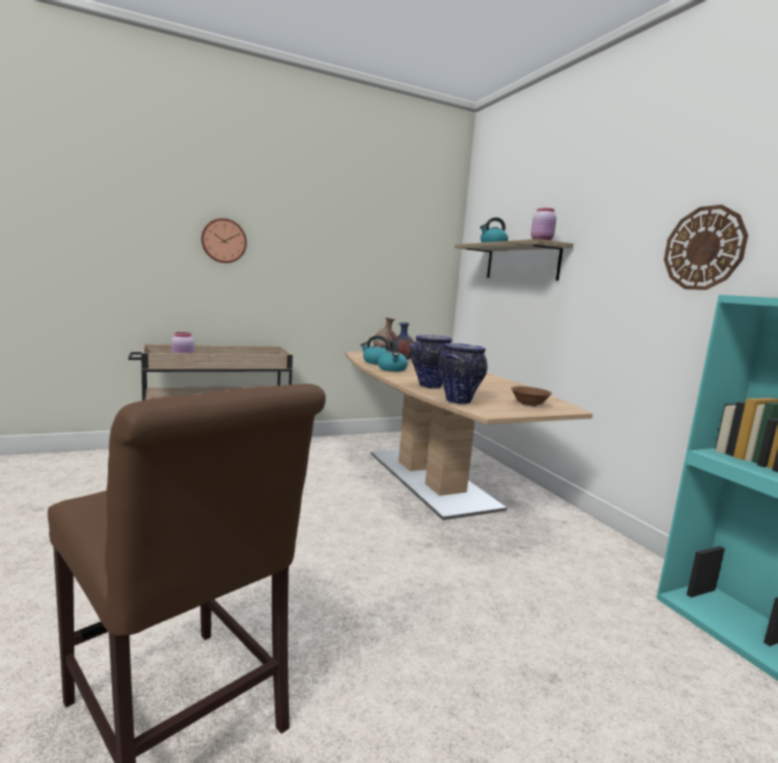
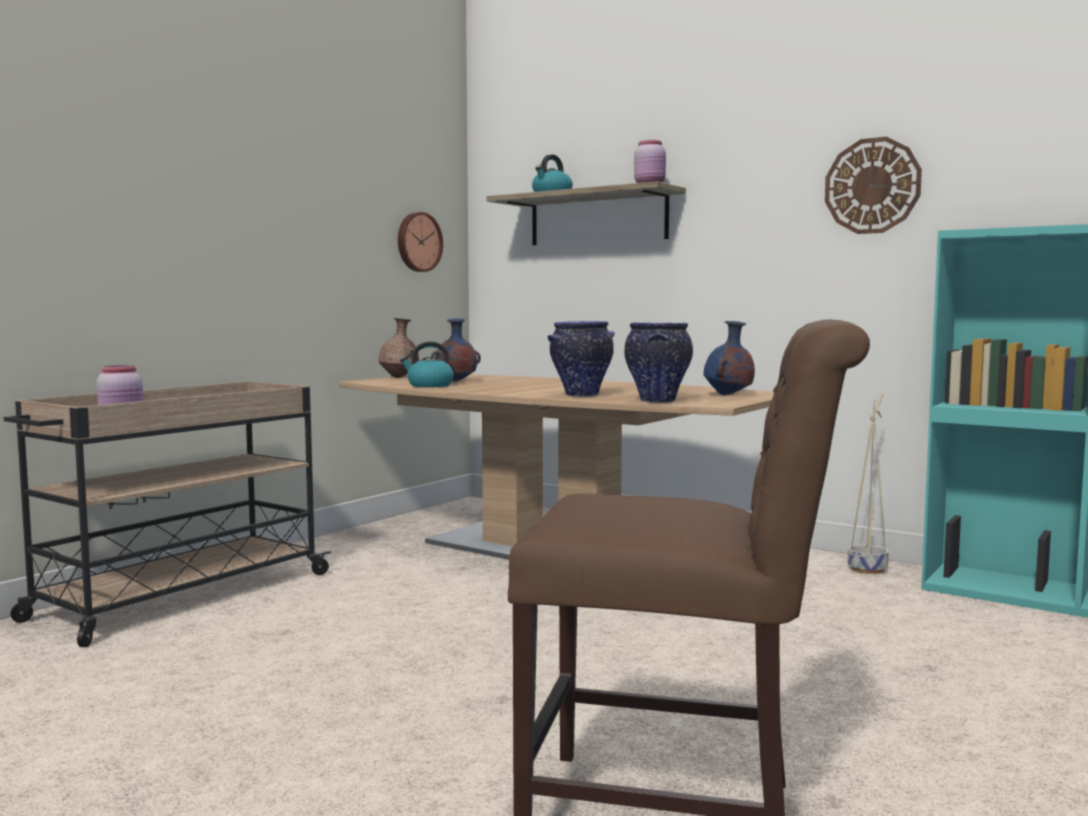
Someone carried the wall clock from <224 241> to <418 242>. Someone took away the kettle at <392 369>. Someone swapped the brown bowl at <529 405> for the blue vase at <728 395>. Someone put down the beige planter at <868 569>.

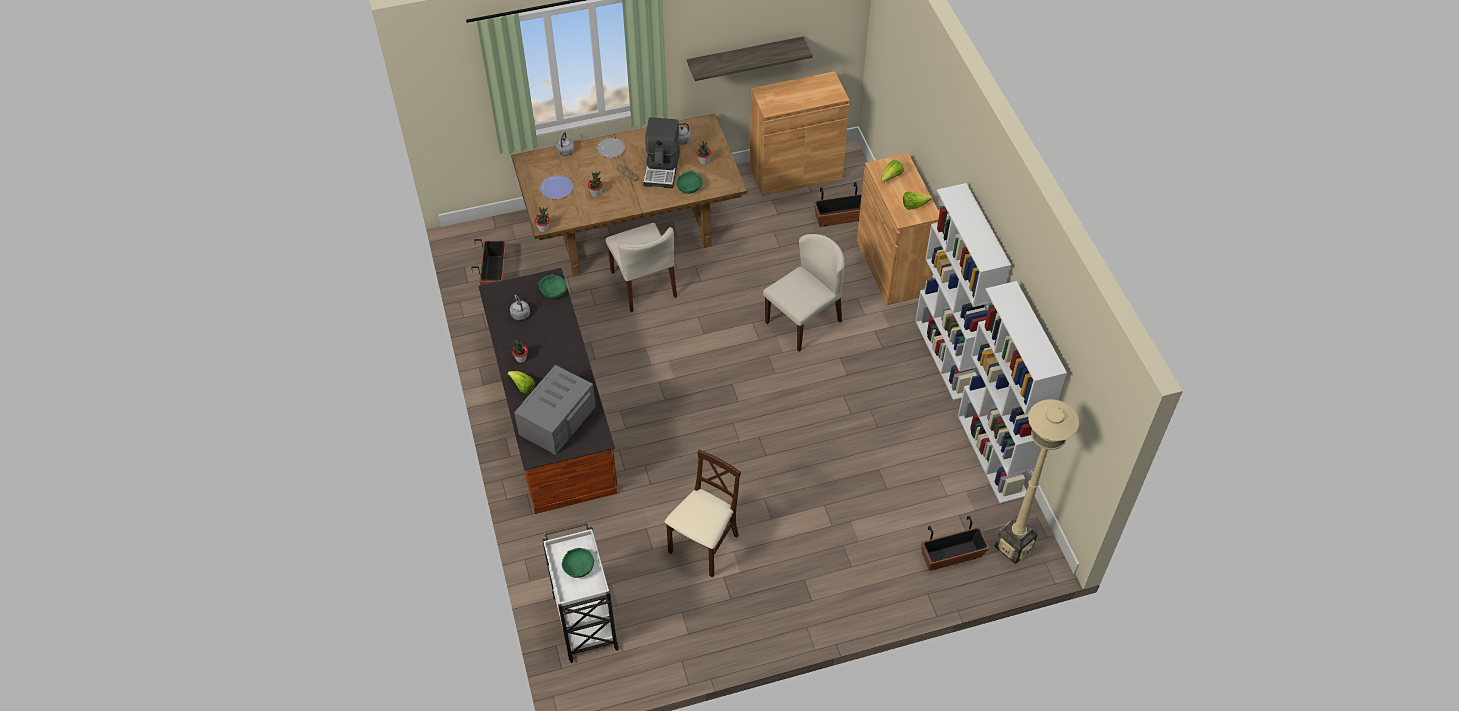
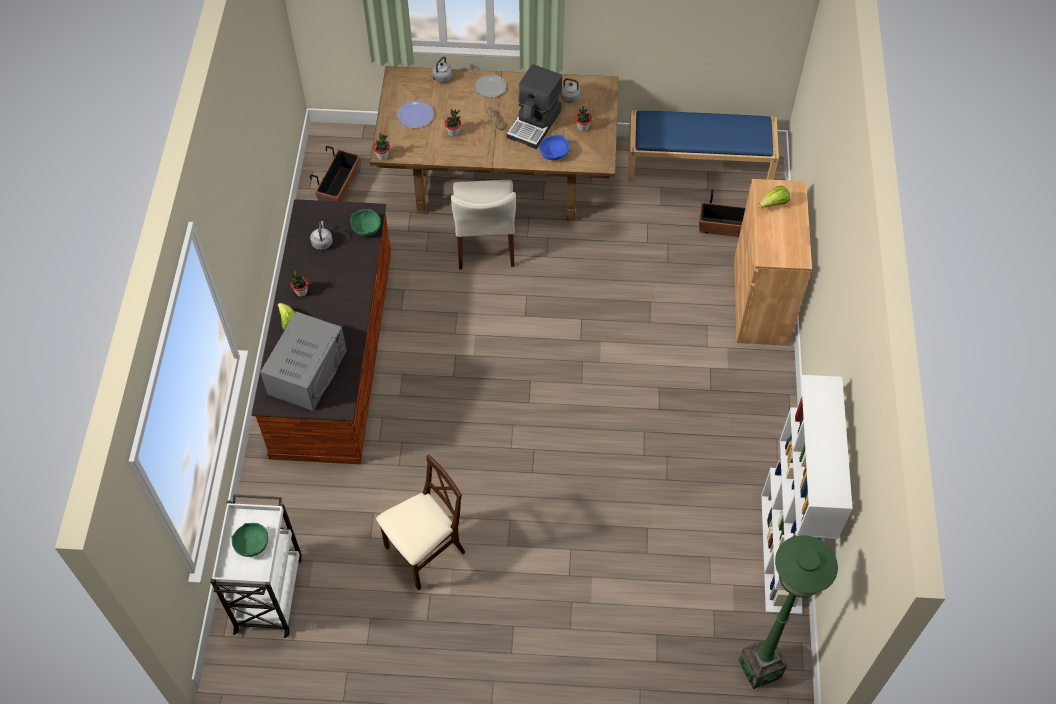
Someone took away the shelf at <745 58>. Someone swapped the brown cabinet at <795 173> for the blue bench at <699 164>. Someone repainted the green bowl at <689 188>, which became the blue bowl at <553 153>. Someone took away the white bookcase at <948 357>. Someone took away the lettuce at <914 205>. Someone took away the beige chair at <803 321>. Someone rotated the grey microwave at <557 420> by 150 degrees clockwise. Someone repainted the beige floor lamp at <1013 547>, which became the green floor lamp at <760 668>. Someone took away the planter at <951 556>.

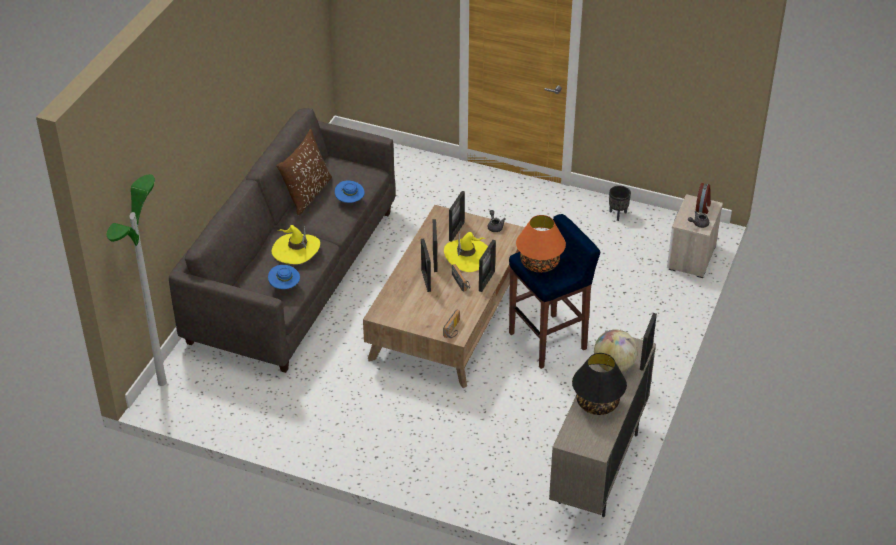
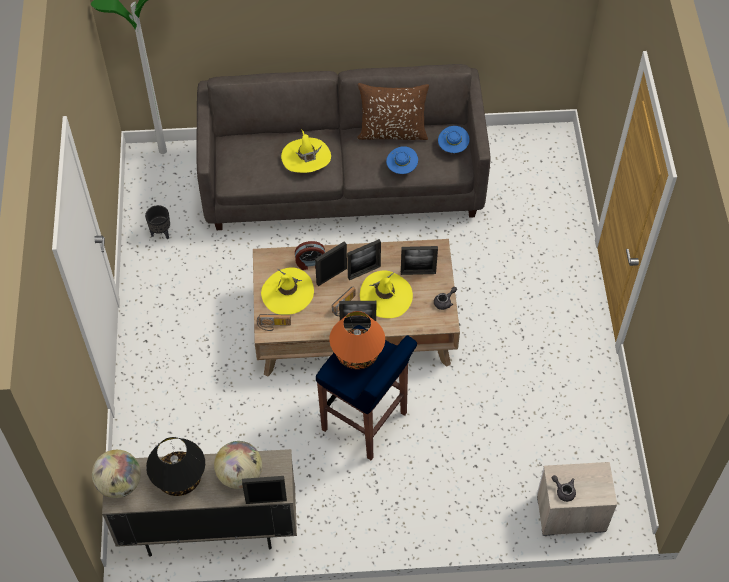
Someone carried the alarm clock from <703 207> to <310 263>. Someone carried the black planter from <617 215> to <160 233>. Someone carried the blue hat from <284 286> to <452 147>. Someone put down the yellow hat at <287 293>. Someone put down the globe at <120 484>.

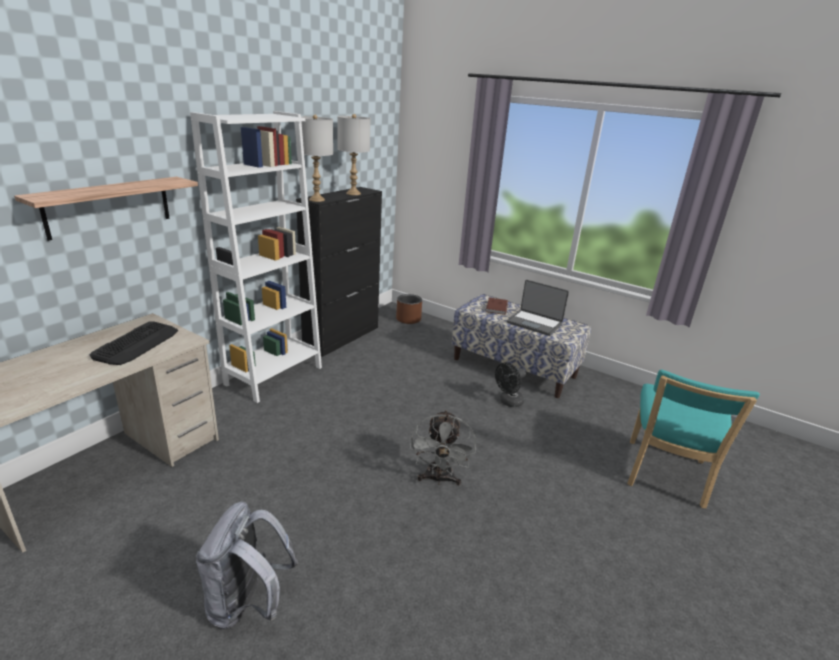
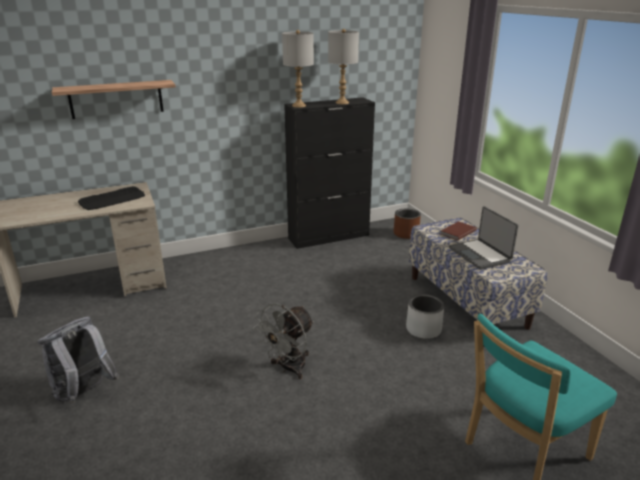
Someone took away the white bookcase at <274 376>. Someone swapped the black fan at <508 402> for the grey planter at <423 329>.

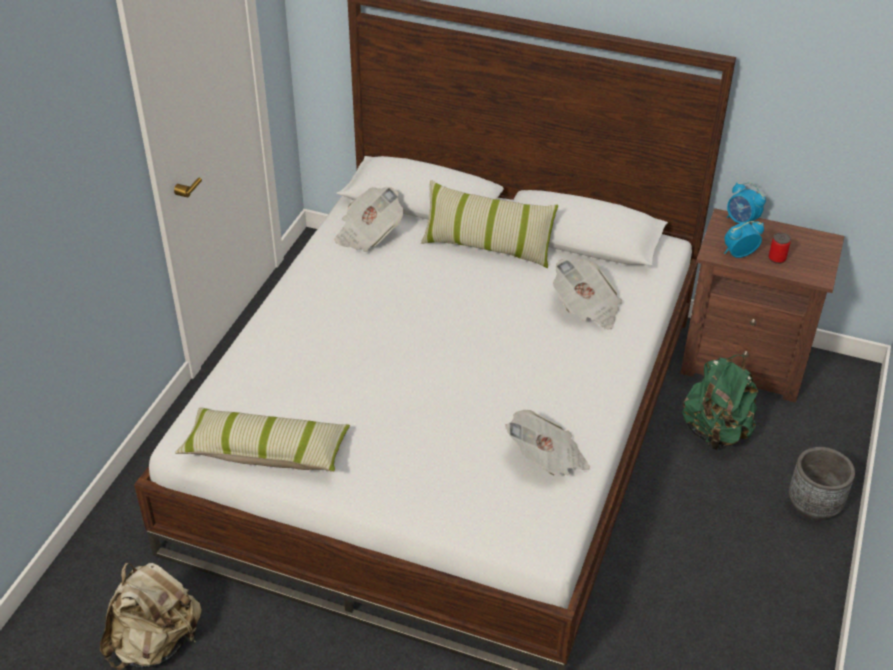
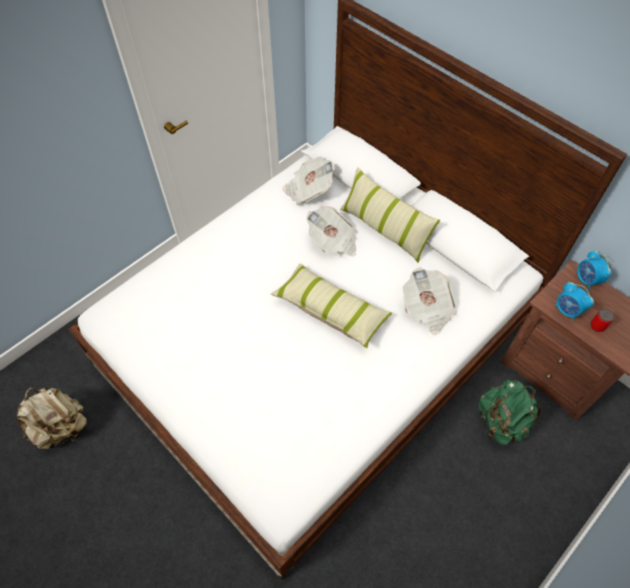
Someone rotated the alarm clock at <739 254> by 135 degrees counterclockwise. Someone carried the pillow from <266 451> to <331 310>. Someone carried the newspaper from <547 459> to <333 241>. Someone took away the grey planter at <813 506>.

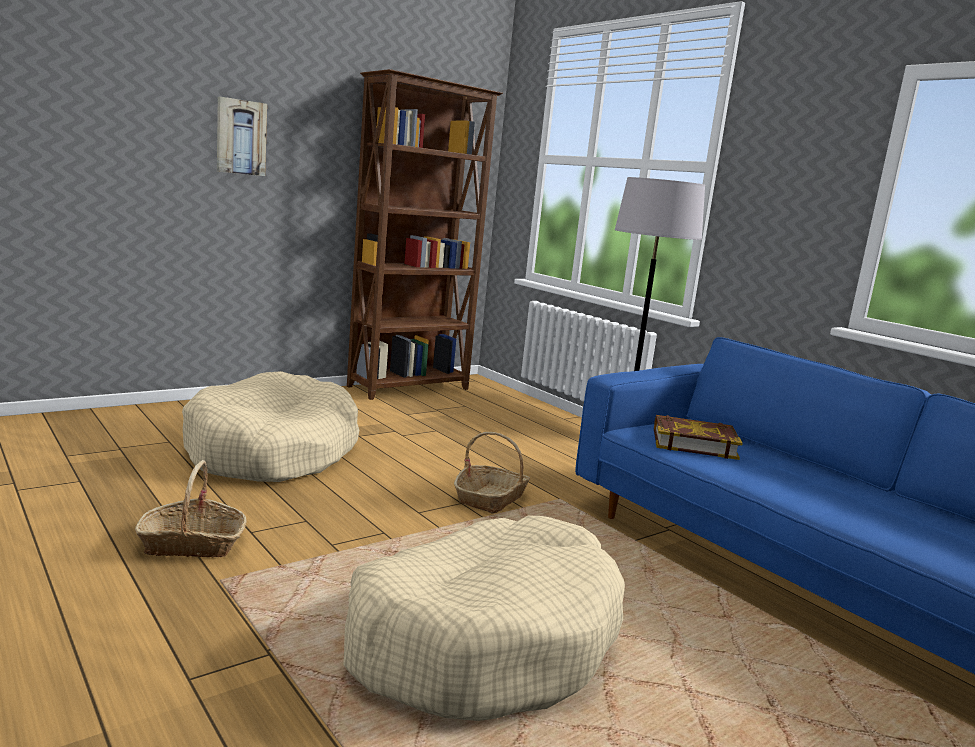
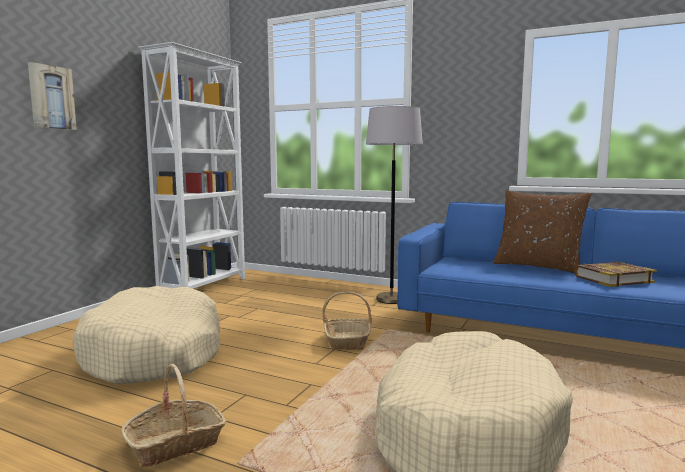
Someone repainted the brown bookcase at <410 388>, which became the white bookcase at <205 286>. Someone carried the book from <693 443> to <613 279>. Someone put down the brown pillow at <538 267>.

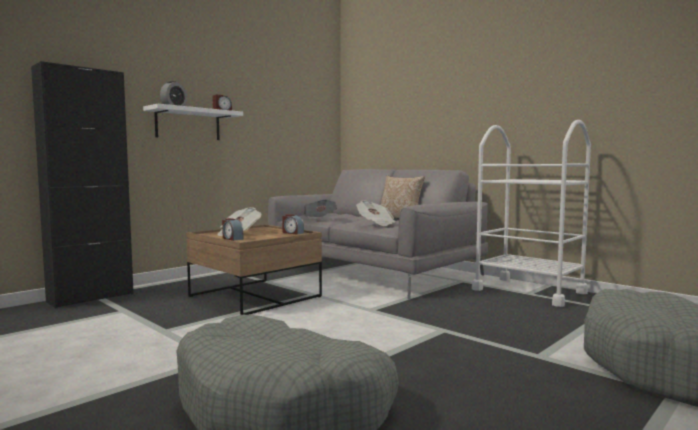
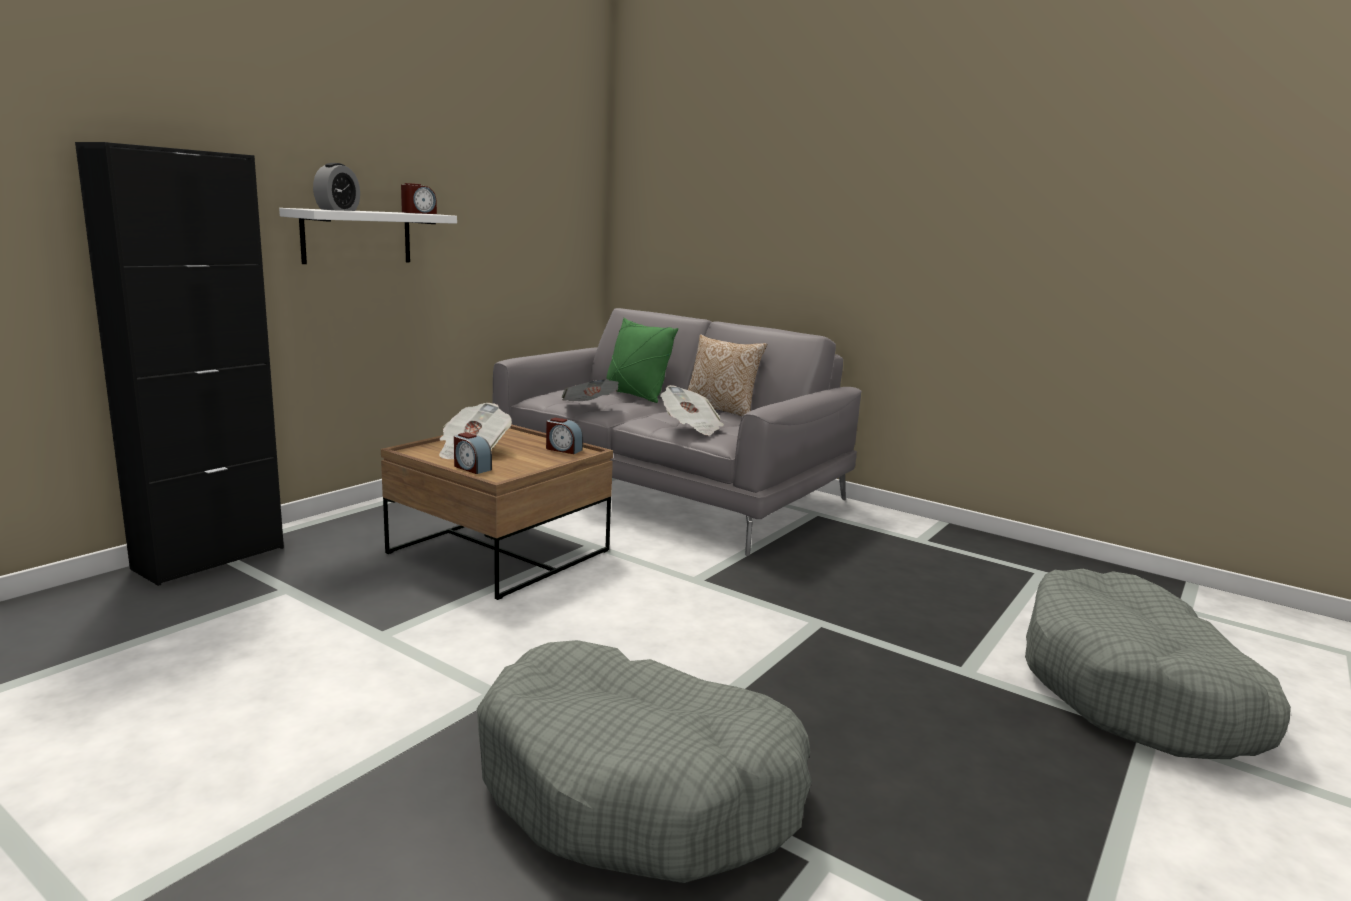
Someone took away the white cart at <528 291>. Someone put down the green pillow at <635 396>.

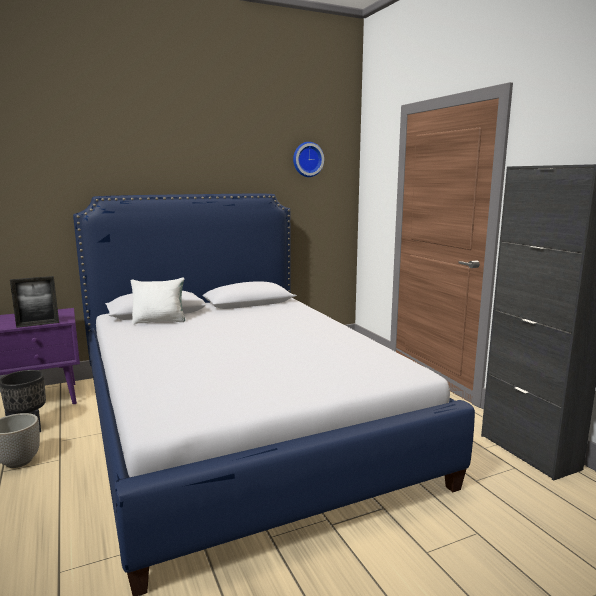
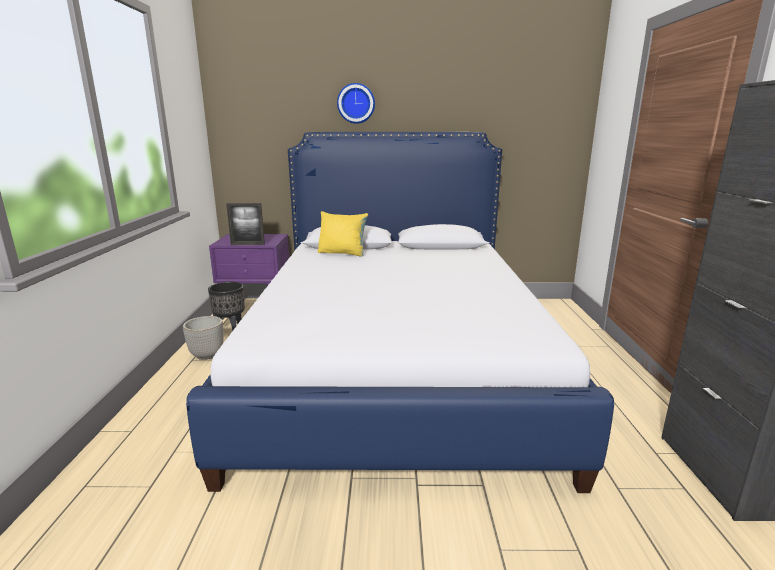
Someone carried the wall clock from <307 159> to <356 103>. Someone repainted the white pillow at <159 321>, which became the yellow pillow at <342 253>.

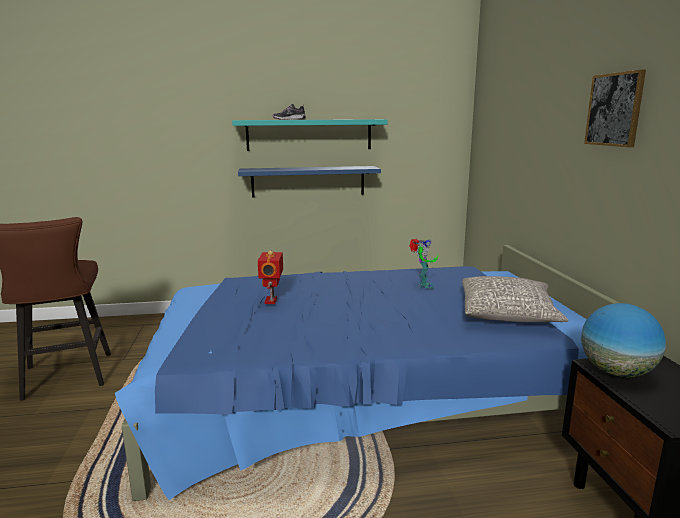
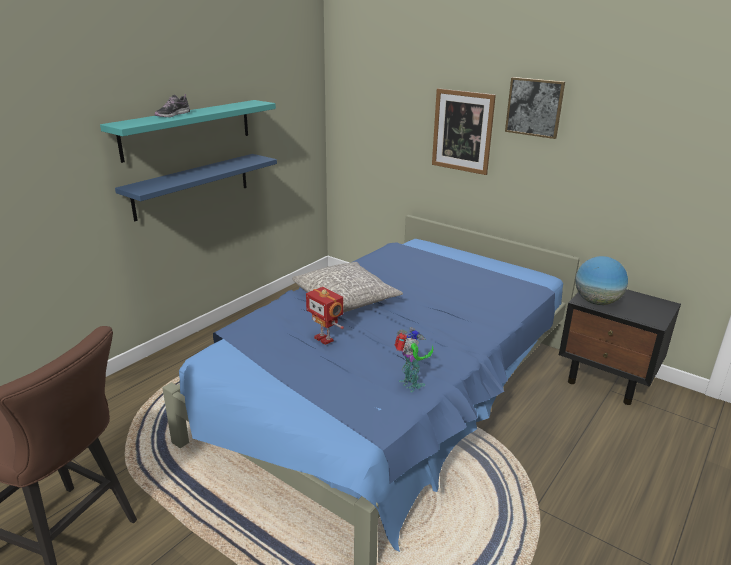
Someone carried the toy robot from <423 286> to <410 385>. Someone carried the grey pillow from <507 314> to <346 299>. Someone put up the picture at <462 131>.

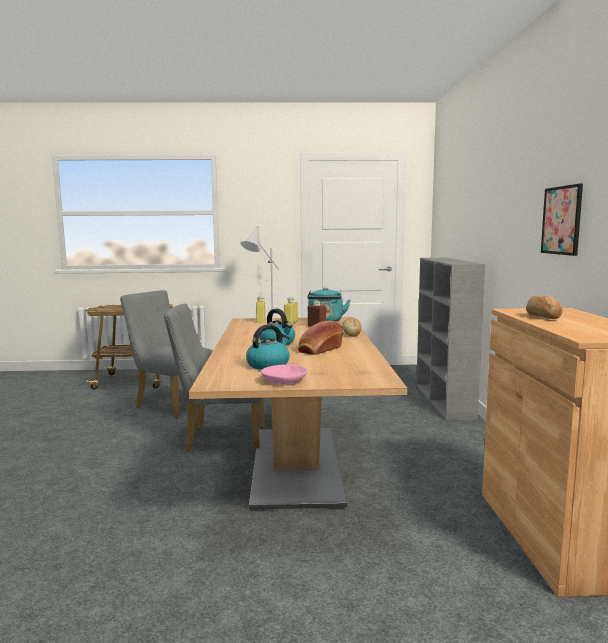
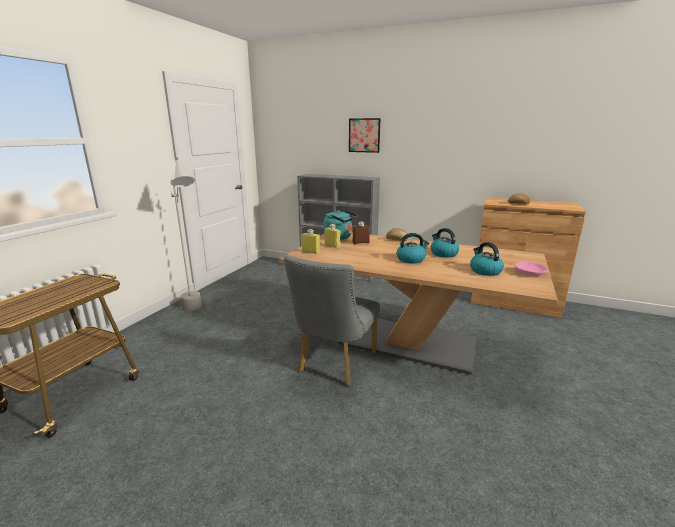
Someone carried the picture from <561 220> to <364 135>. Someone took away the grey chair at <171 404>. Someone swapped the bread at <319 350> for the kettle at <443 254>.

